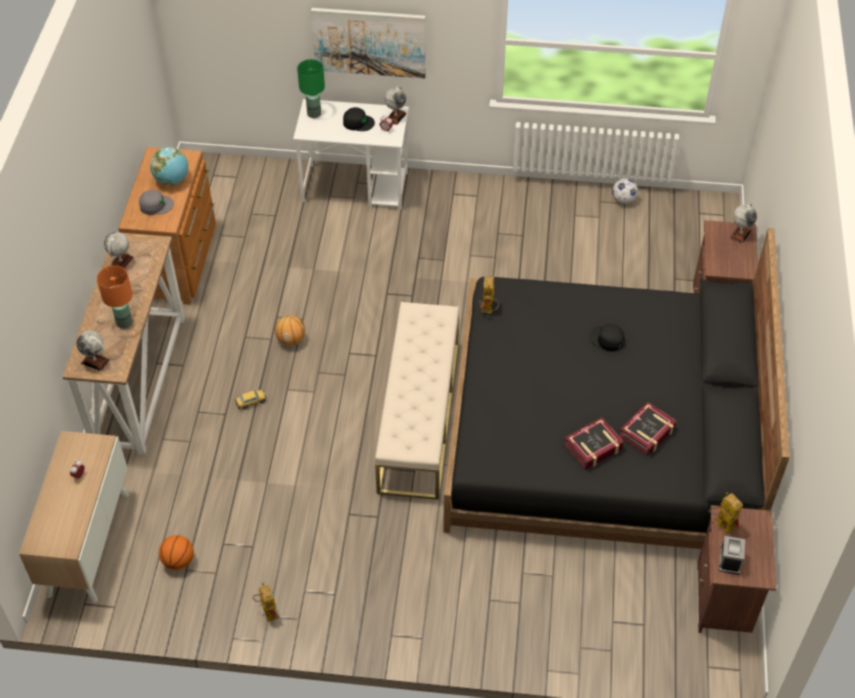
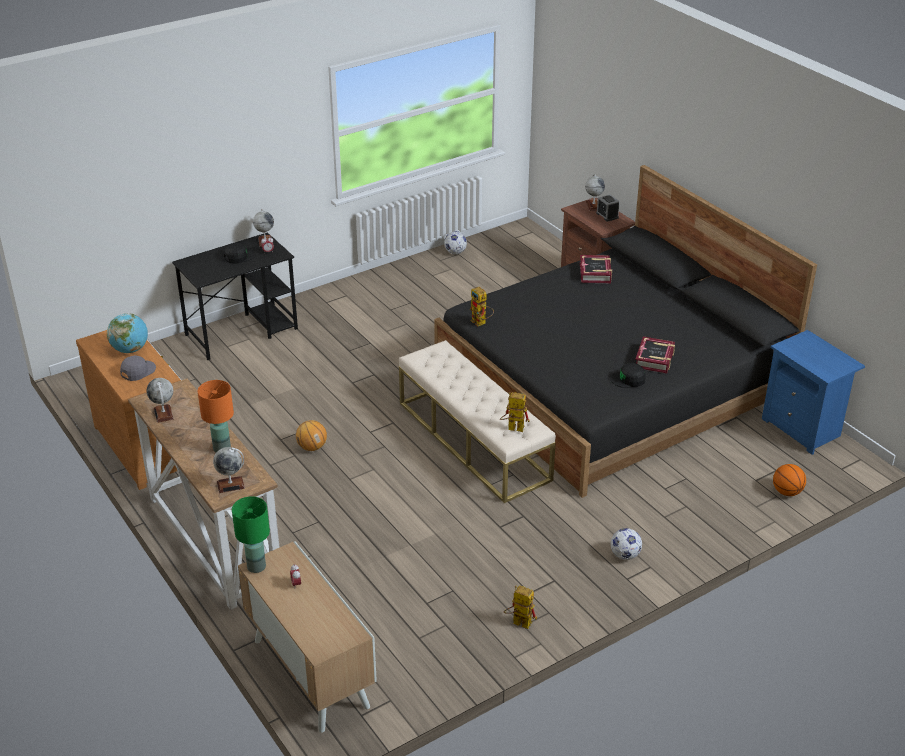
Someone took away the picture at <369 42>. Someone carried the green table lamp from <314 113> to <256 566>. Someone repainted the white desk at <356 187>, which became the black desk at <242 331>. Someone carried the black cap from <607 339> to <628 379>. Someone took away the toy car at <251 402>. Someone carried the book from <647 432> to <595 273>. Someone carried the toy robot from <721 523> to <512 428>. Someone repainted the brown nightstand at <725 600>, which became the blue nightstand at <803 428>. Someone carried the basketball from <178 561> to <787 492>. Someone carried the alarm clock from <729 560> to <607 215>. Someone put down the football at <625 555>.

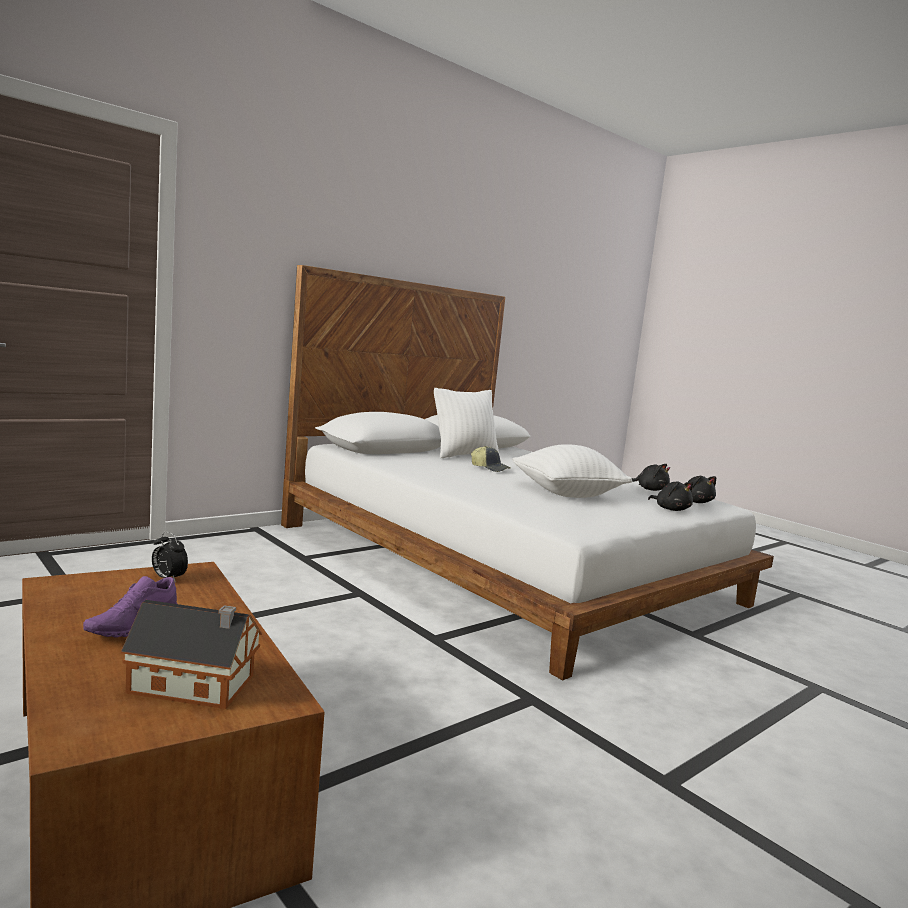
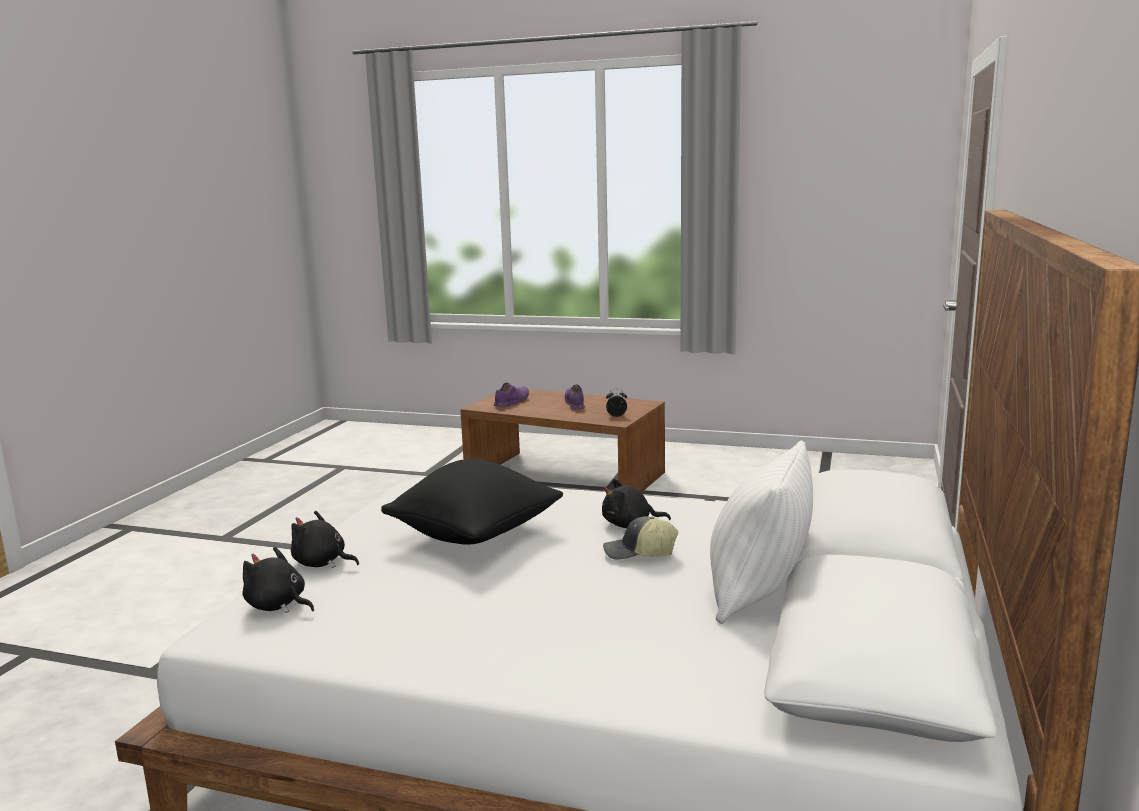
Someone repainted the white pillow at <567 494>, which became the black pillow at <475 536>. Someone carried the black plush toy from <649 489> to <630 525>. Someone swapped the toy house at <196 685> for the purple shoe at <512 402>.

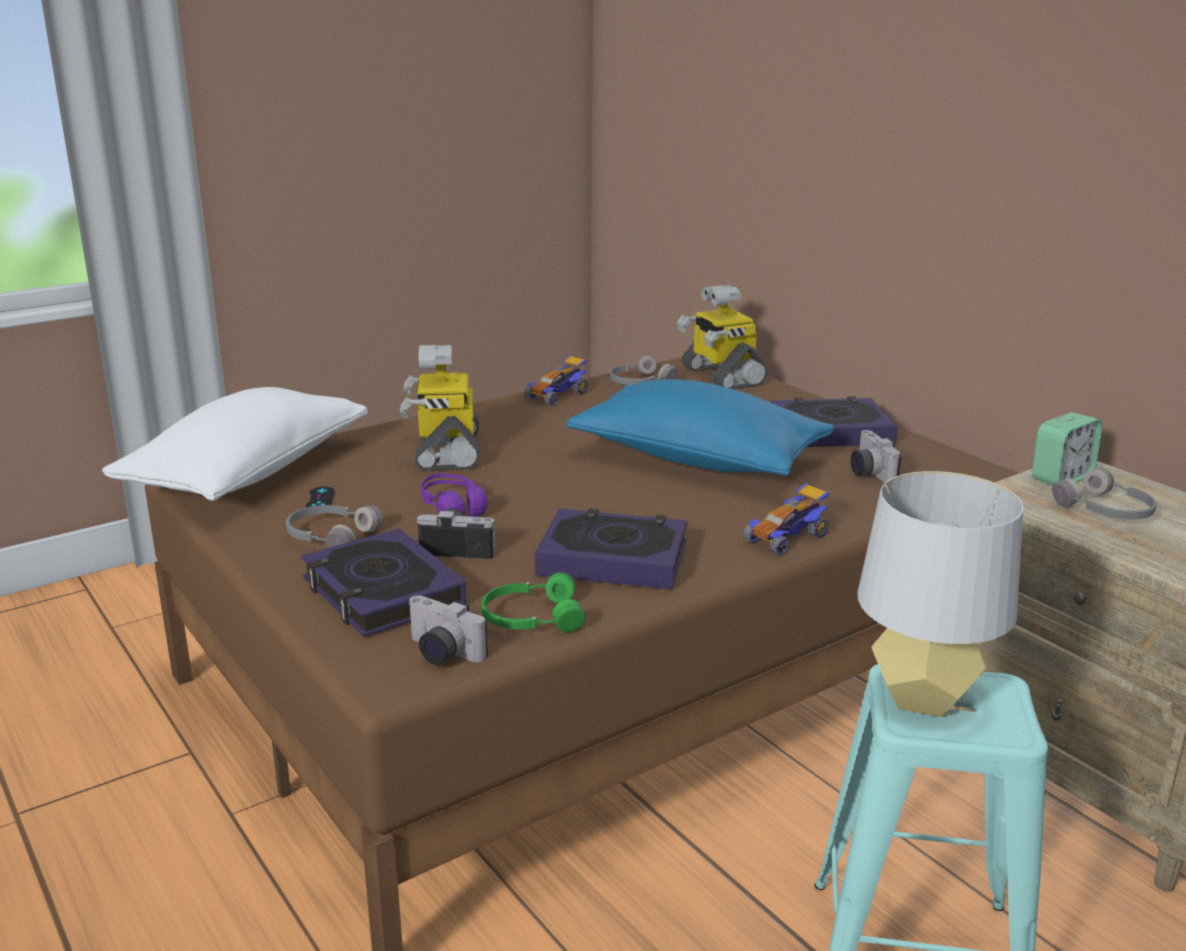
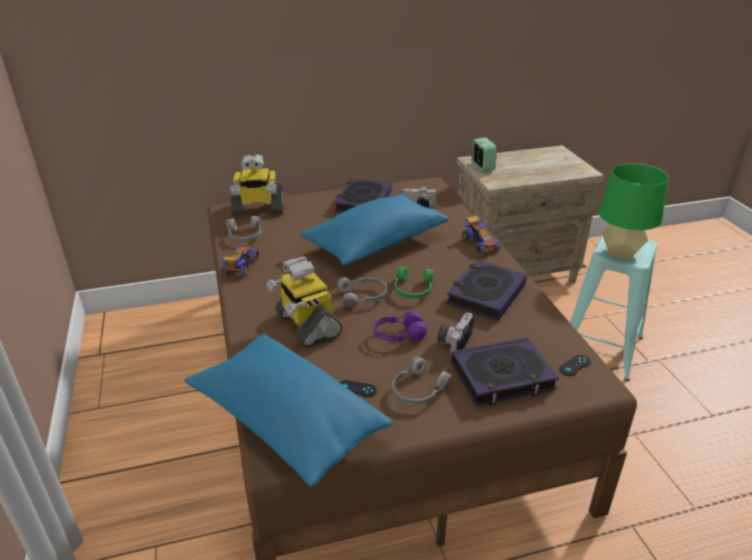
Someone rotated the toy robot at <446 451> by 45 degrees clockwise. Someone rotated the toy car at <557 395> by 135 degrees counterclockwise. Someone repainted the white pillow at <247 473>, which became the blue pillow at <286 422>. Someone carried the grey headphones from <1105 510> to <363 297>. Someone repainted the grey table lamp at <922 697>, which became the green table lamp at <621 253>. Someone carried the green headphones from <531 618> to <412 289>. Someone swapped the photo camera at <440 653> for the black game controller at <575 365>.

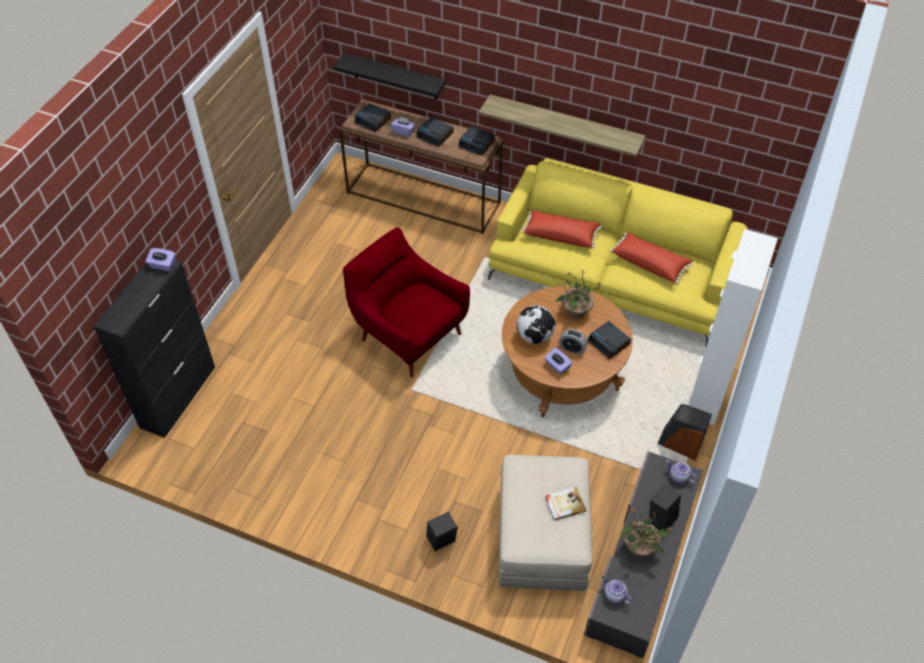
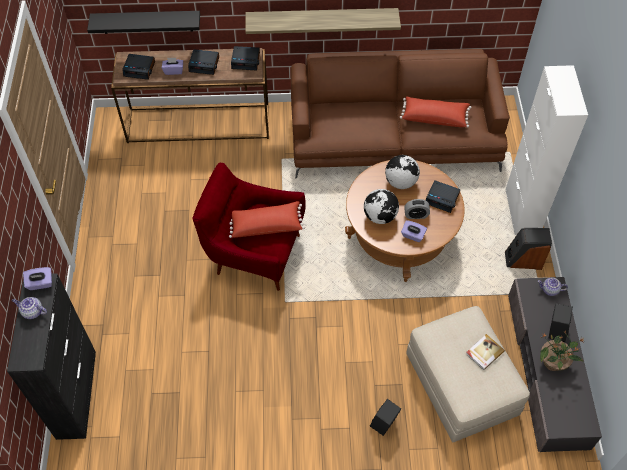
Someone repainted the yellow sofa at <611 275>, which became the brown sofa at <394 137>. Someone carried the red pillow from <561 235> to <266 225>. Someone swapped the potted plant at <575 312> for the globe at <400 182>. Someone carried the teapot from <614 595> to <32 312>.

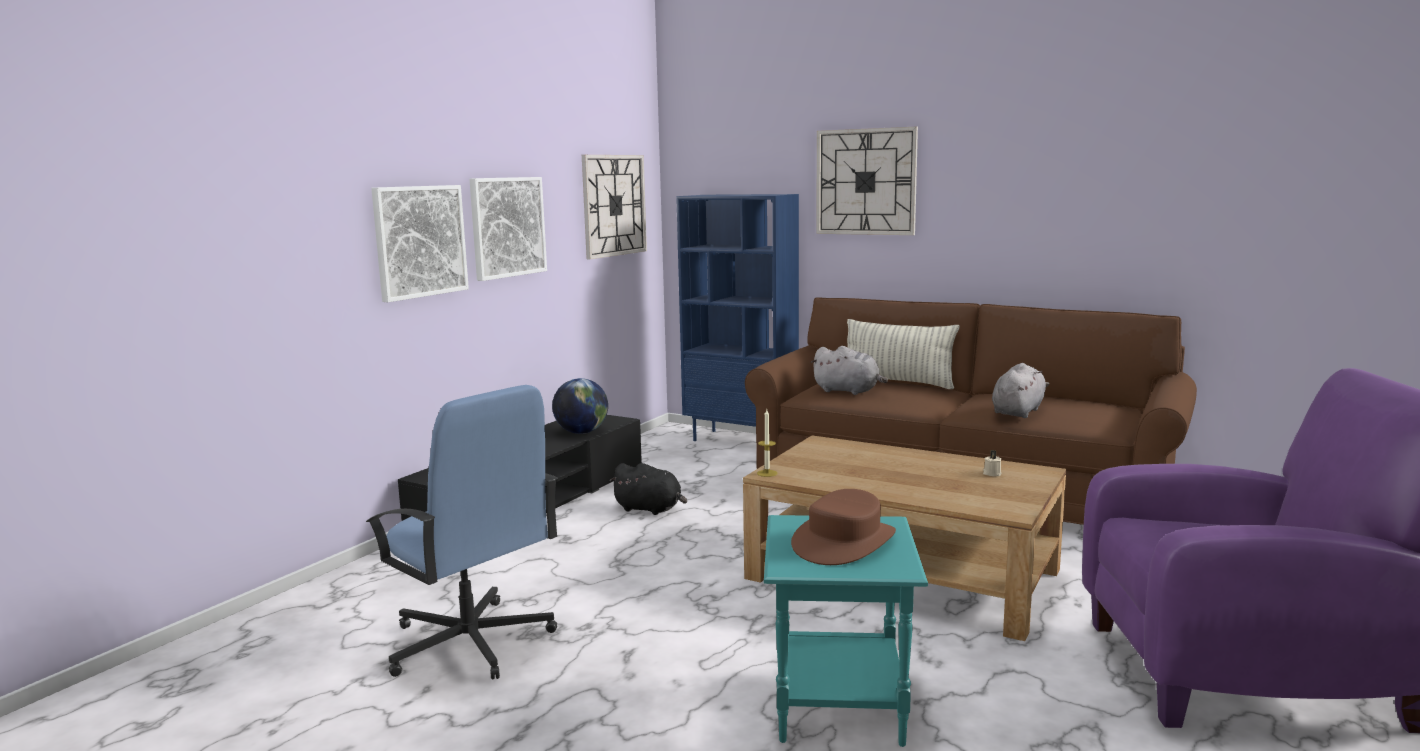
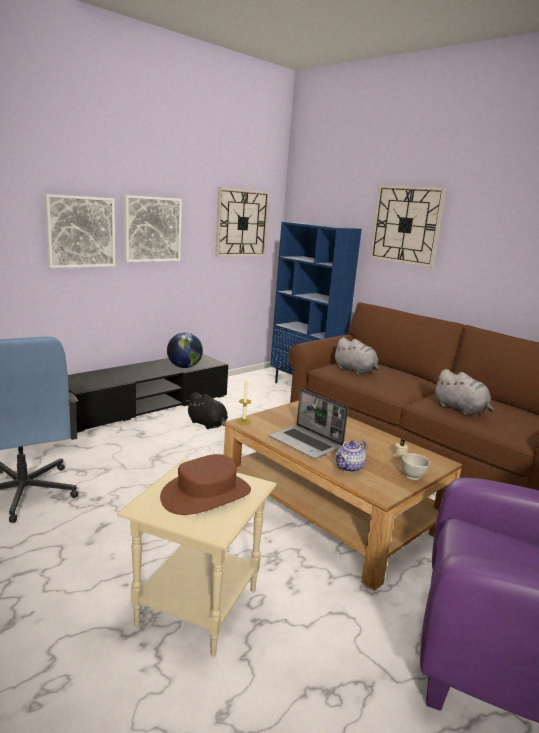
Someone took away the pillow at <897 383>. Someone rotated the grey plush toy at <1018 411> by 90 degrees clockwise. Someone repainted the turquoise side table at <839 707>, which became the beige side table at <197 608>. Someone put down the laptop at <306 443>. Someone put down the teapot at <349 468>. Someone put down the white bowl at <412 477>.

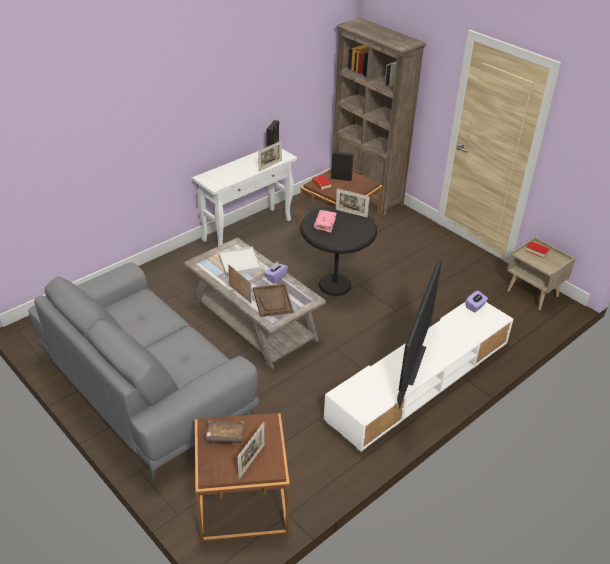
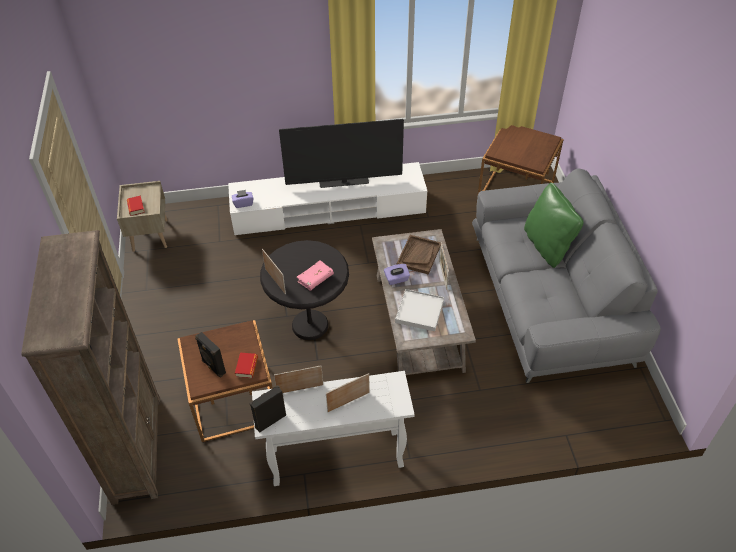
Someone rotated the television at <414 364> by 150 degrees counterclockwise. Someone took away the brown book at <225 436>. Someone carried the picture frame from <251 461> to <348 402>. Someone put down the green pillow at <547 246>.

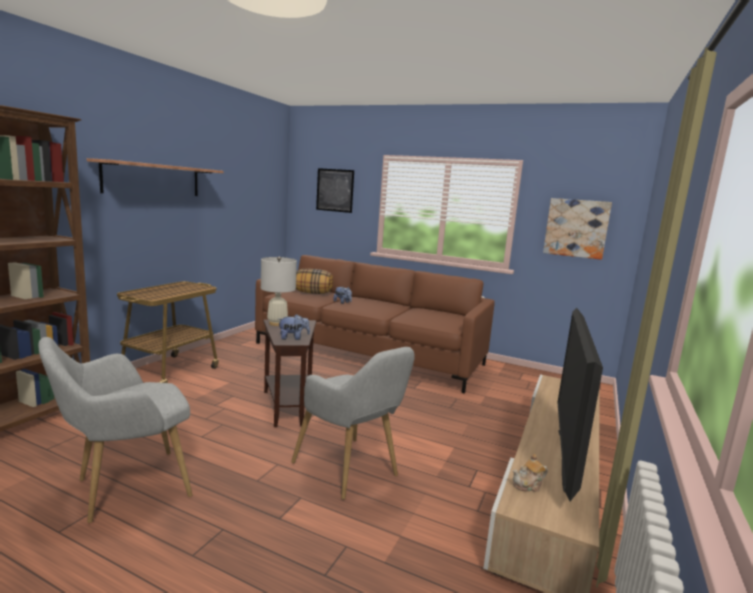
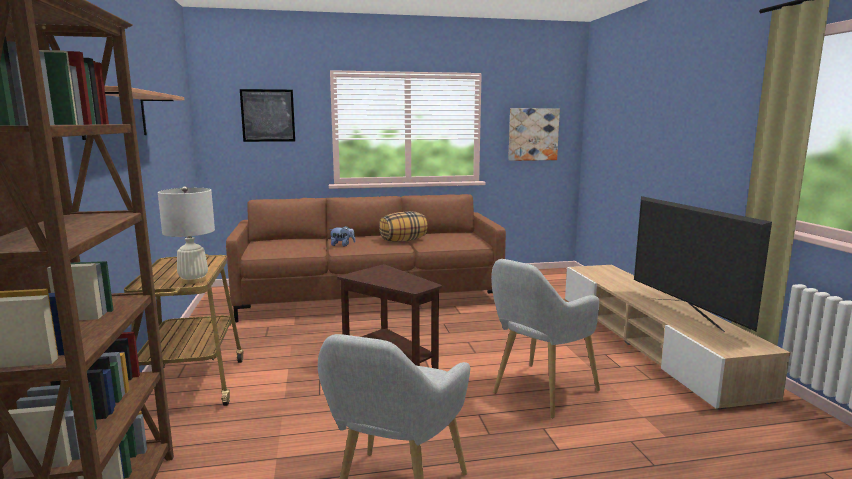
Someone carried the white table lamp from <277 323> to <193 280>. Someone carried the pillow from <313 293> to <403 240>. Someone took away the plush toy at <293 338>. Someone rotated the grey armchair at <350 472> by 120 degrees clockwise. Someone took away the teapot at <528 485>.

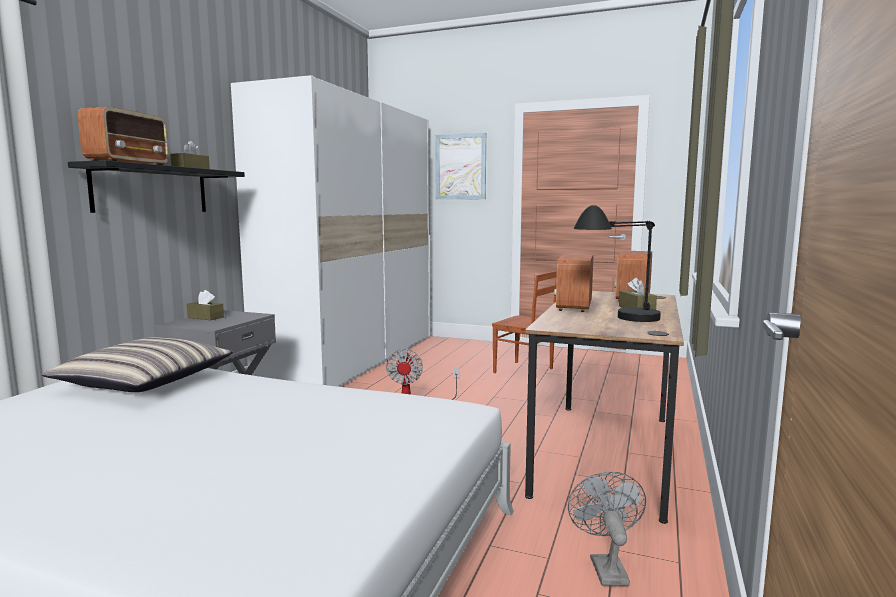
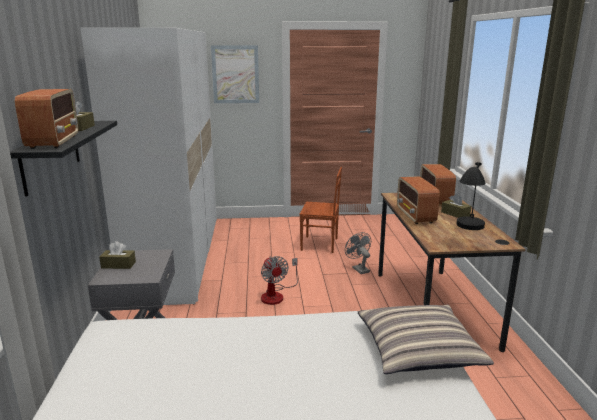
Someone carried the pillow from <145 381> to <418 349>. Someone carried the grey fan from <605 566> to <358 269>.

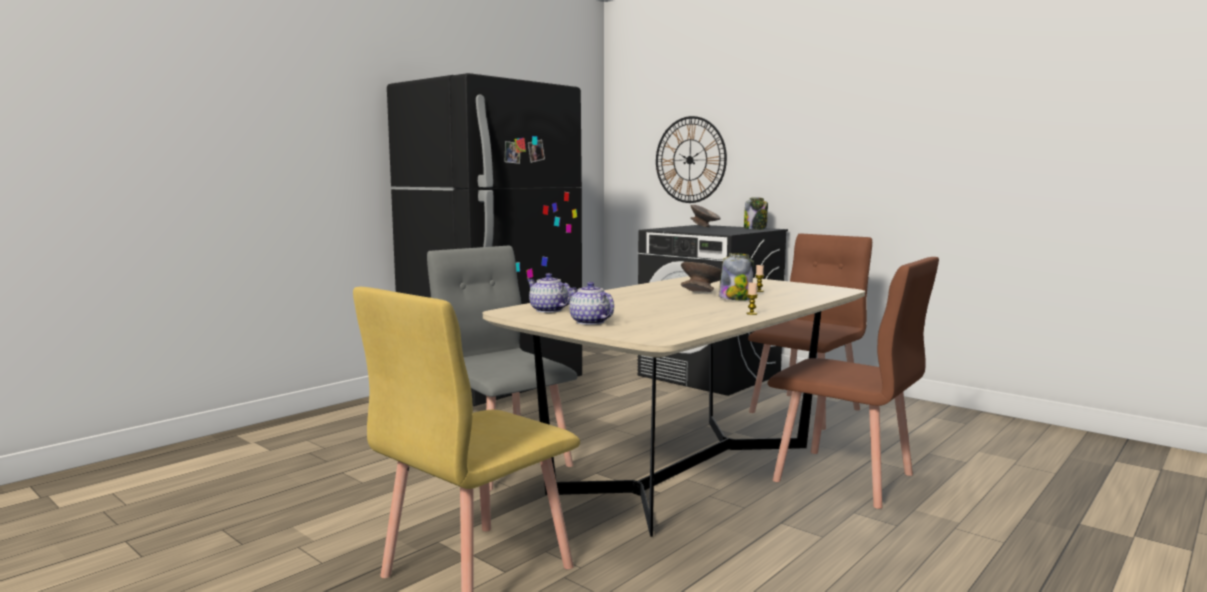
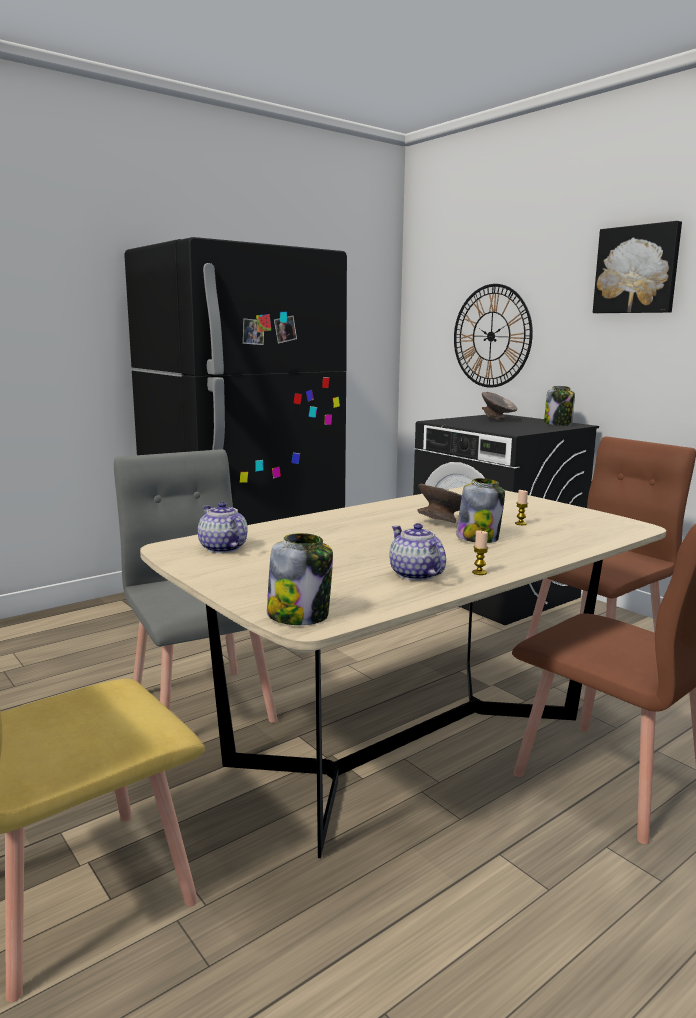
Someone carried the teapot from <590 322> to <415 575>. Someone put up the picture at <637 270>. Someone put down the jar at <299 616>.

